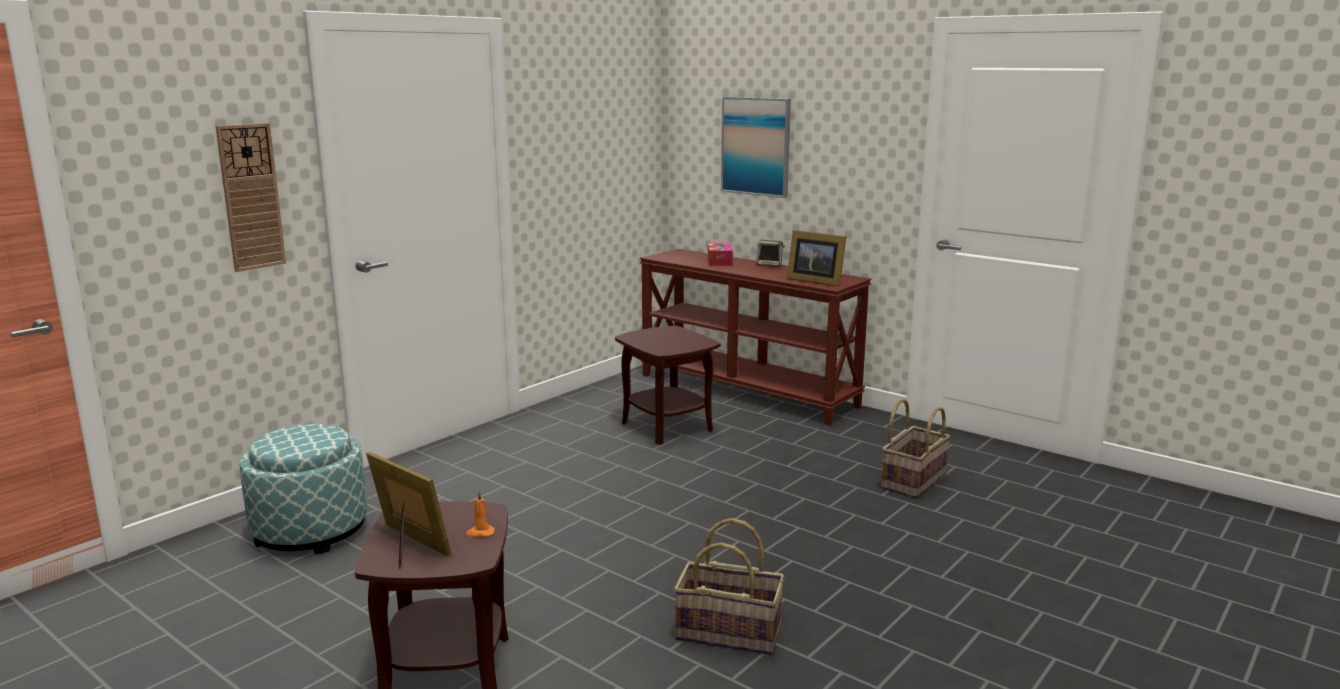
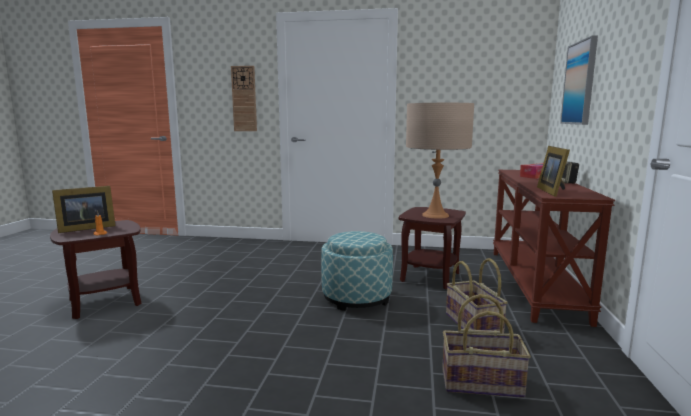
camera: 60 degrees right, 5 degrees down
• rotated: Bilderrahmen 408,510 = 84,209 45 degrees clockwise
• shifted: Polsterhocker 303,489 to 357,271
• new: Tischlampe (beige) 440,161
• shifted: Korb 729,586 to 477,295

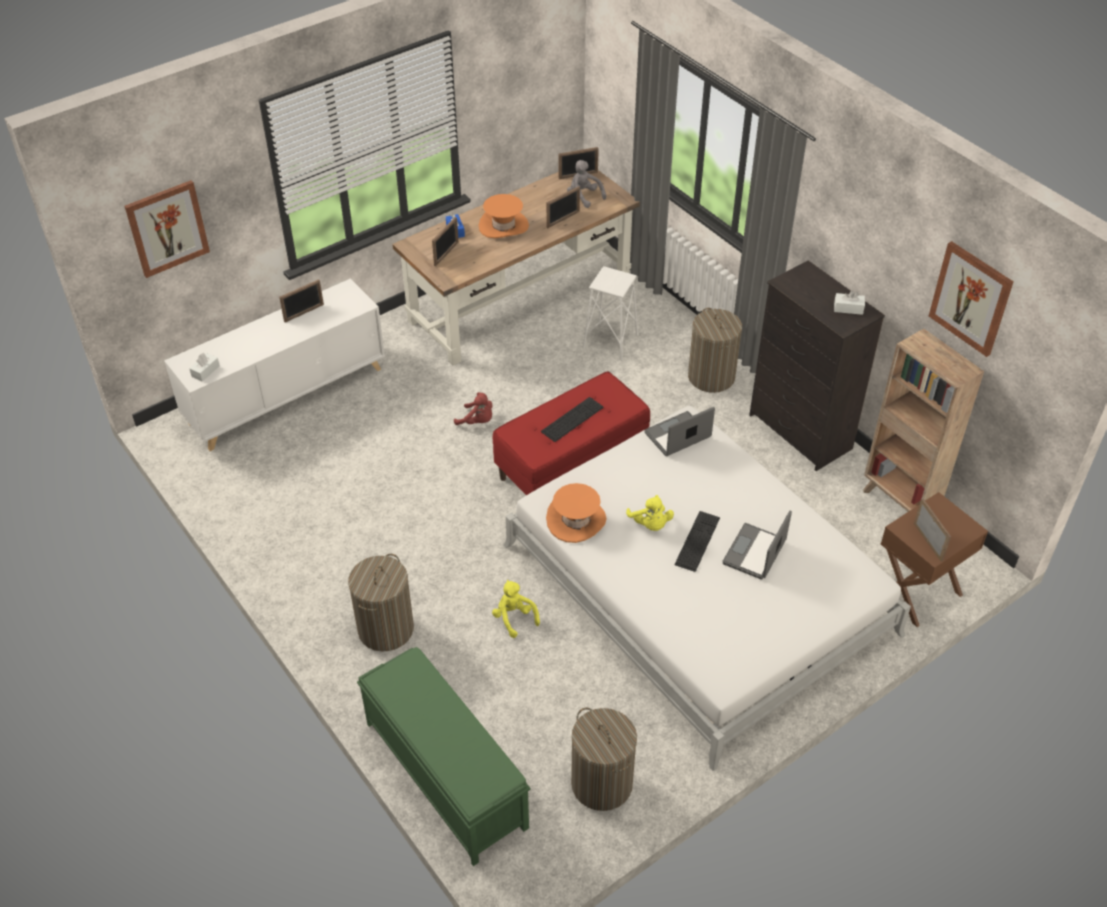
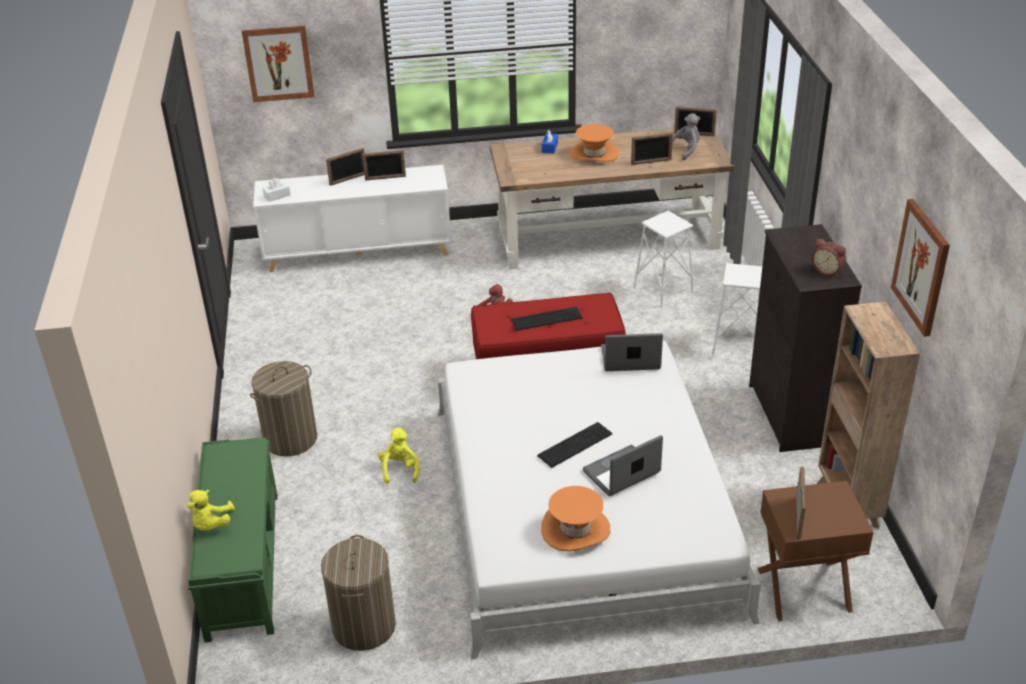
camera: 30 degrees right, 10 degrees down
• shifted: Plüschtier (gelb) 650,513 to 211,510
• shifted: Bilderrahmen 445,241 to 345,167
• shifted: Hut (orange) 576,513 to 575,519
• rotated: Plüschtier (grau) 586,184 = 686,136 60 degrees clockwise
• swapped: Wäschekorb 715,350 to Hocker (weiß) 737,309
• swapped: Taschentuchbox (weiß) 849,302 to Wecker 829,257

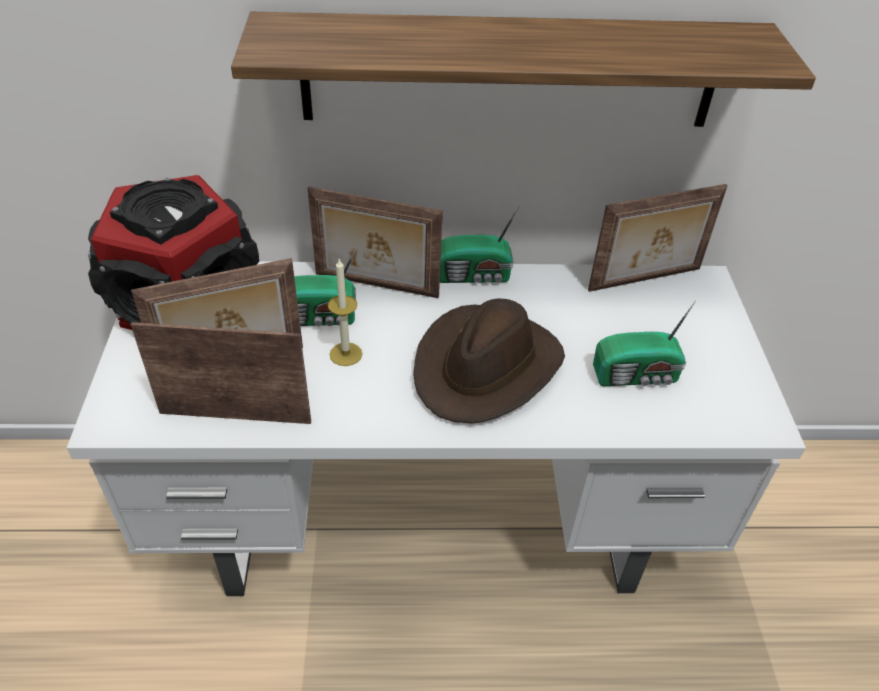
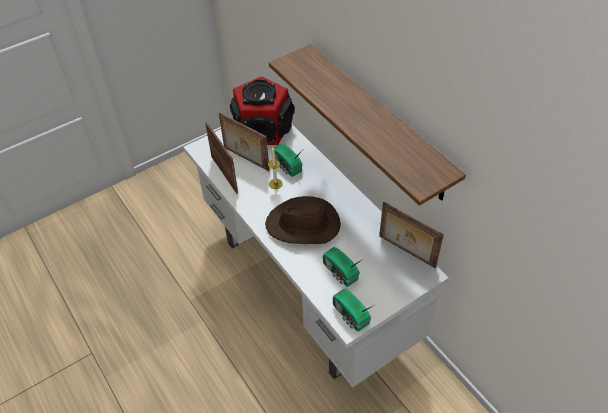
camera: 60 degrees right, 5 degrees up
• shifted: Radio 479,244 to 353,310
• gone: Bilderrahmen 375,242

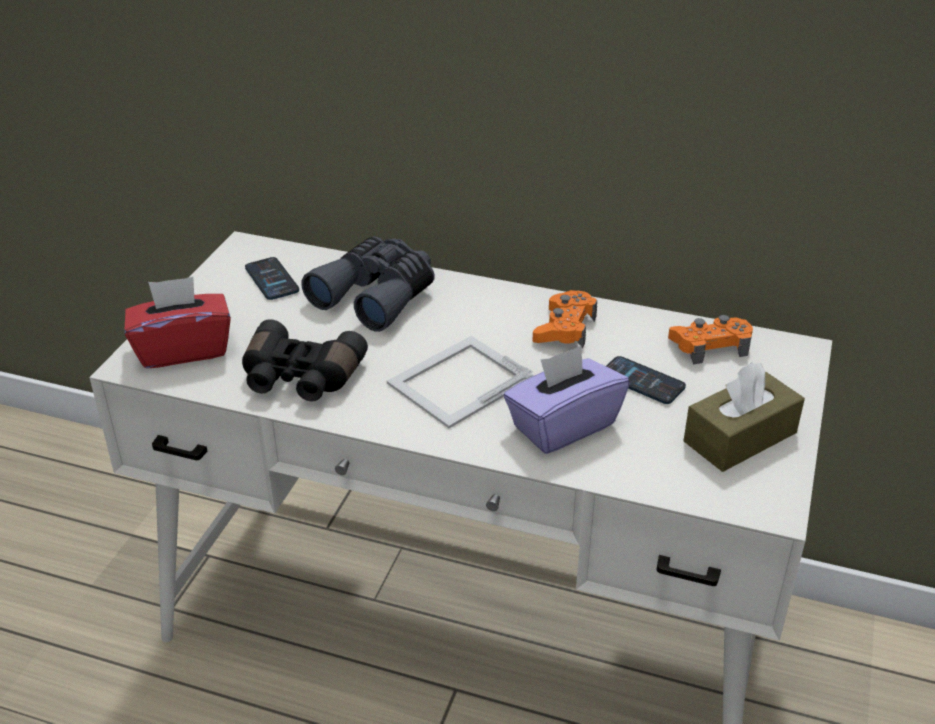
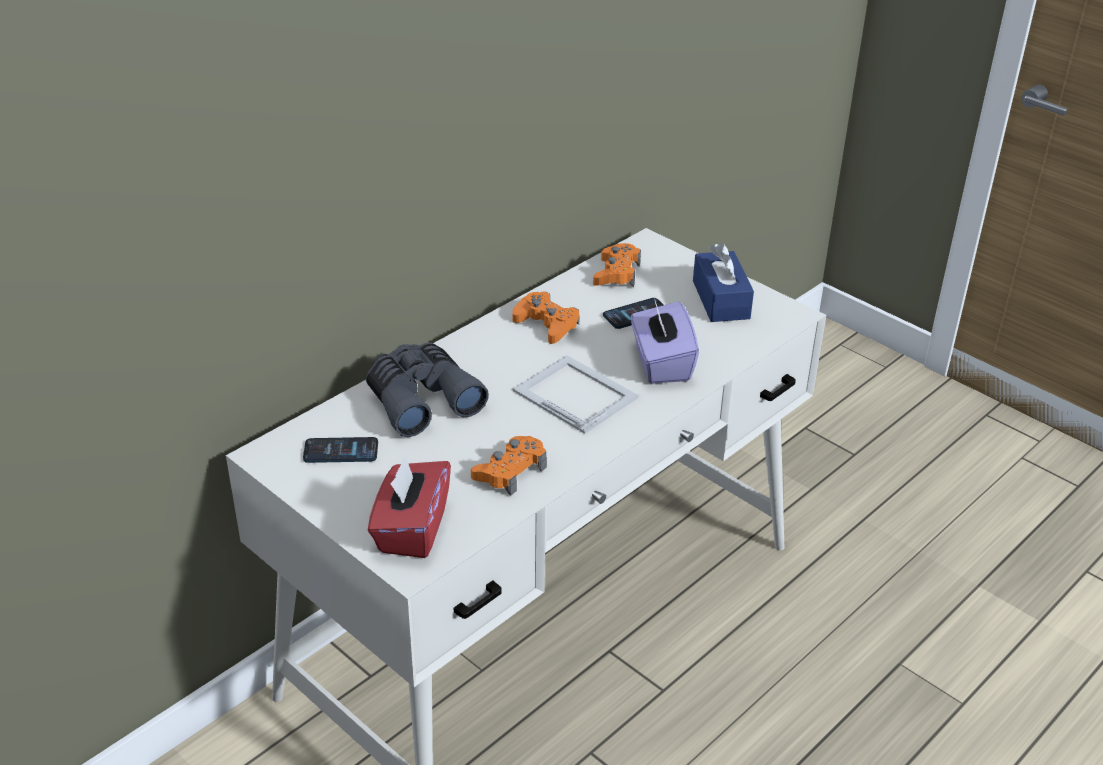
camera: 65 degrees left, 0 degrees up
• swapped: Fernglas (schwarz) 305,360 to Gamepad (orange) 509,466
• rotated: Bilderrahmen 460,382 = 576,394 150 degrees clockwise
• repainted: Taschentuchbox (braun) 744,417 to Taschentuchbox (blau) 723,282

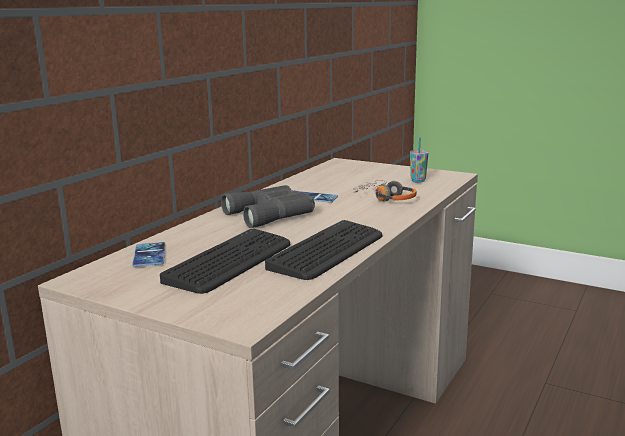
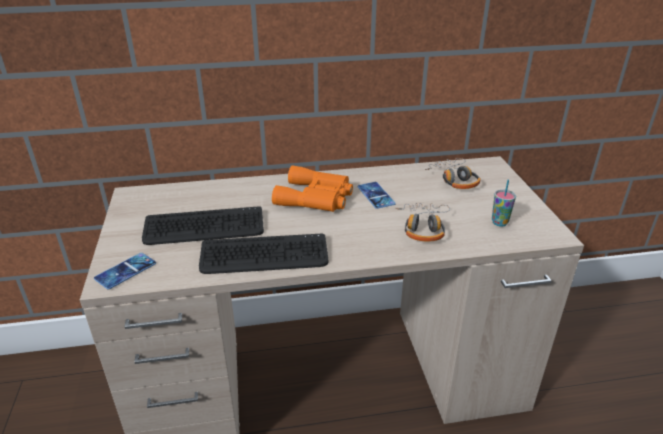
camera: 50 degrees right, 15 degrees up
• shifted: Handy 148,254 to 125,271
• repainted: Fernglas (grau) 268,206 to Fernglas (orange) 312,188
• new: Kopfhörer 452,173

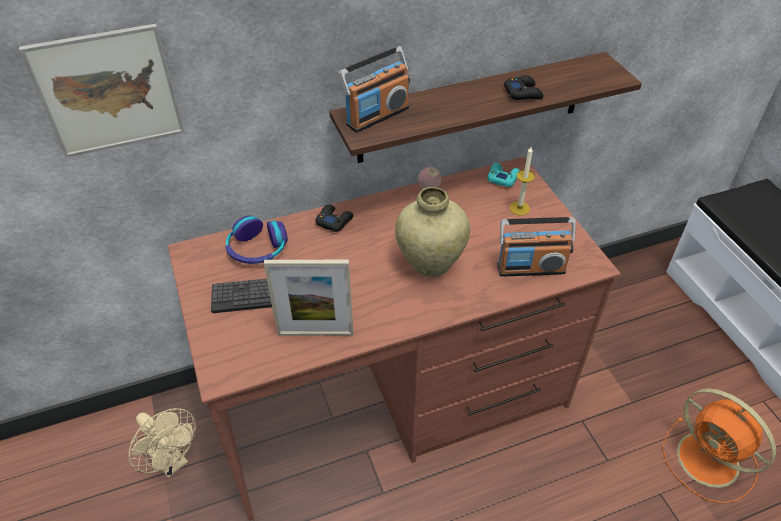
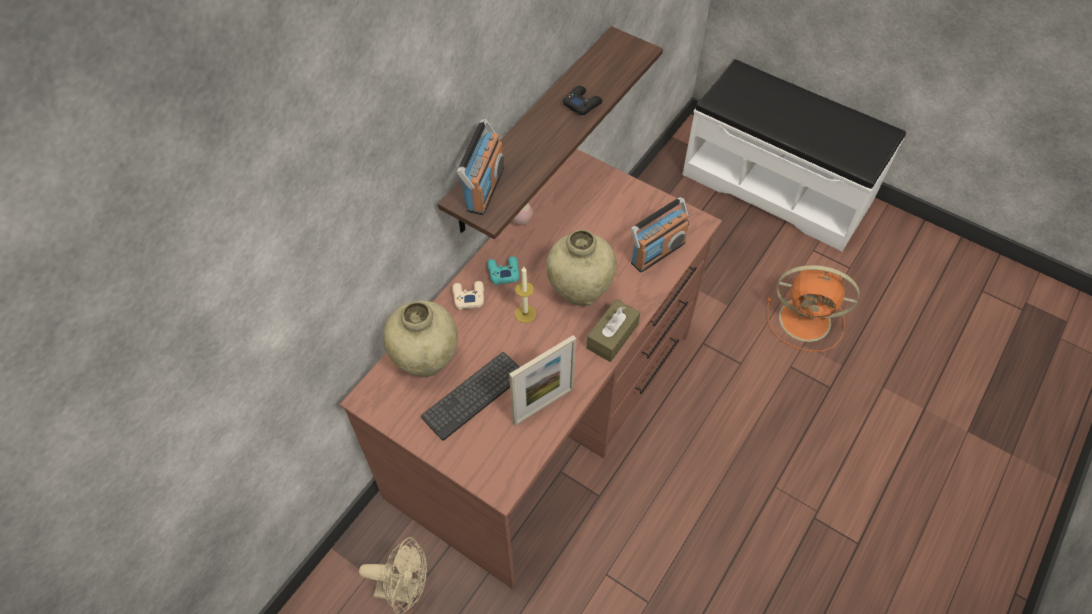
camera: 35 degrees left, 10 degrees up
• swapped: Kopfhörer 256,240 to Vase (beige) 420,338
• repainted: Gamepad (schwarz) 334,218 to Gamepad (beige) 468,295
• shifted: Gamepad (türkis) 503,175 to 503,270
• shifted: Kerze 522,181 to 525,295
• new: Taschentuchbox (braun) 613,330
• gone: Bild 102,90

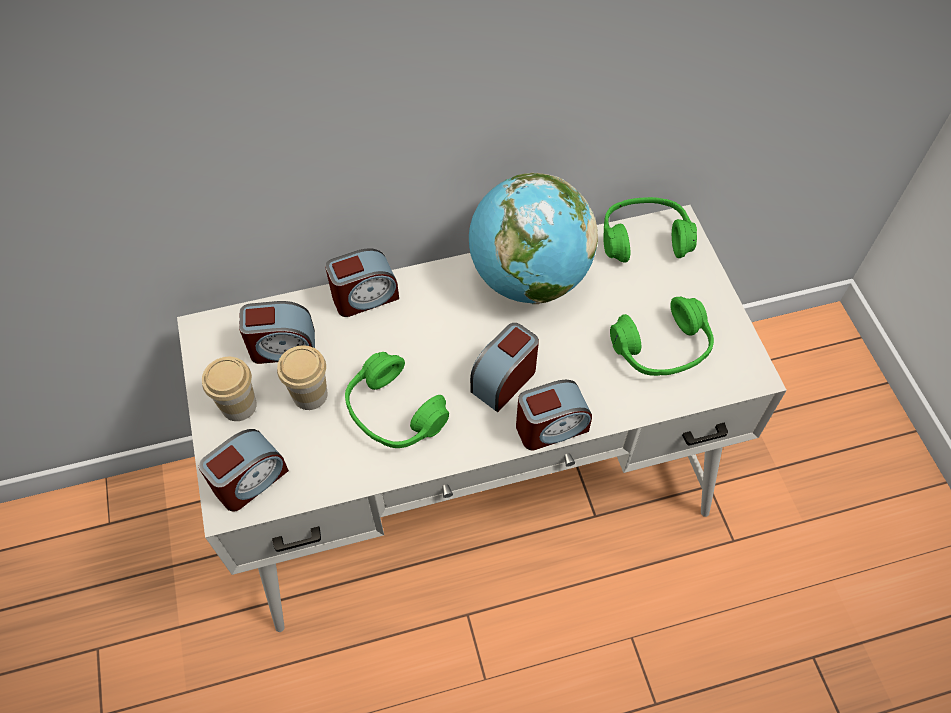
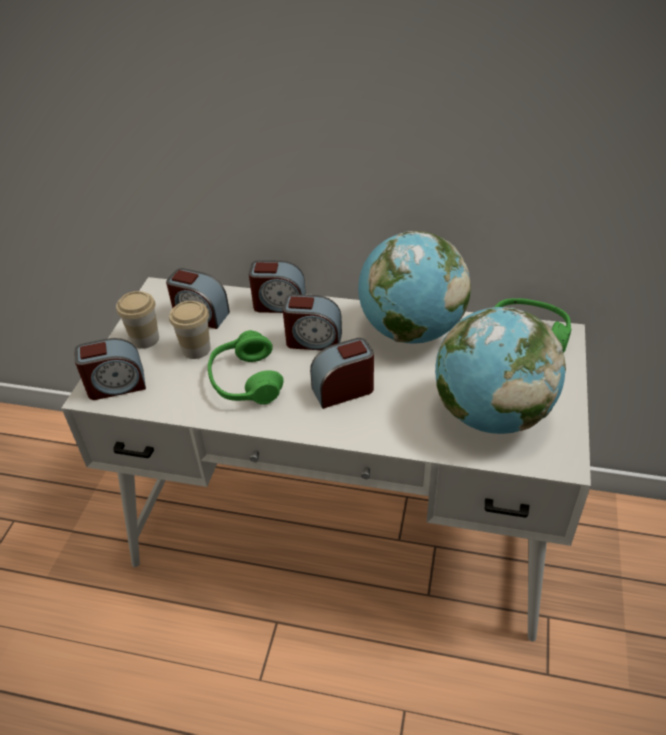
camera: 30 degrees right, 15 degrees down
• shifted: Wecker 554,415 to 312,322
• swapped: Kopfhörer (grün) 662,336 to Globus 500,370

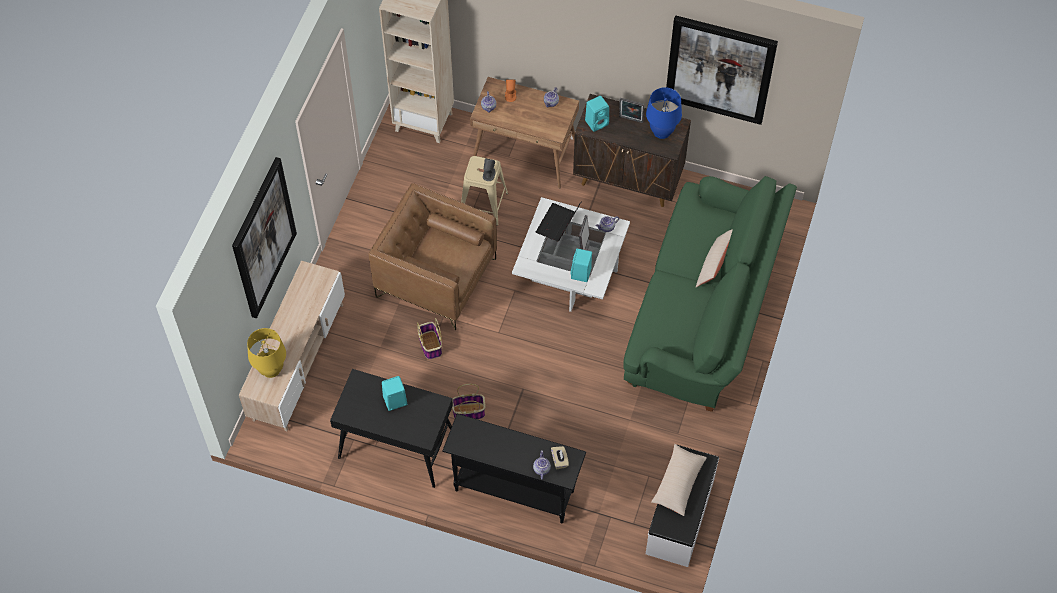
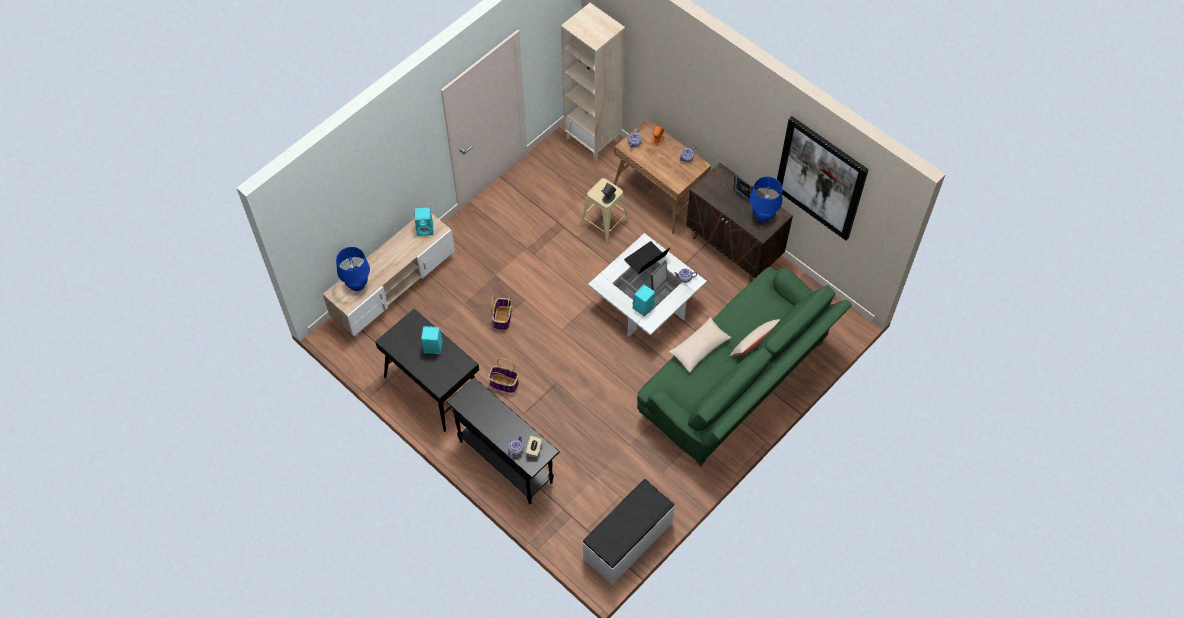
camera: 25 degrees right, 0 degrees up
• repainted: Tischlampe (gelb) 266,353 to Tischlampe (blau) 353,269
• shifted: Lautsprecher (türkis) 597,114 to 424,221
• shifted: Kissen (beige) 679,480 to 700,345
• gone: Bild 264,237
• gone: Sessel (braun) 433,256

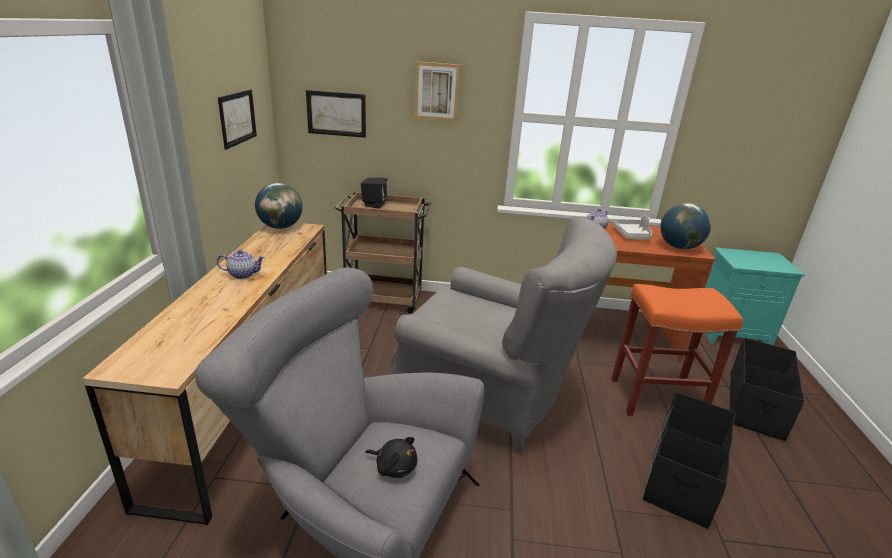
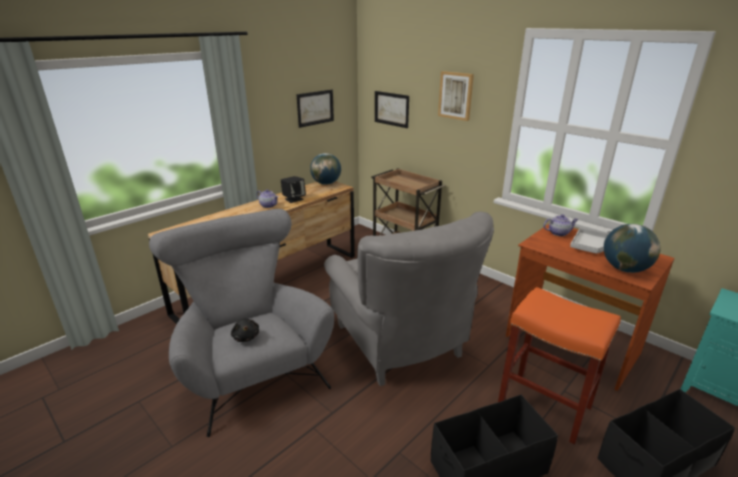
camera: 40 degrees right, 0 degrees up
• shifted: Lautsprecher (schwarz) 375,193 to 293,189

